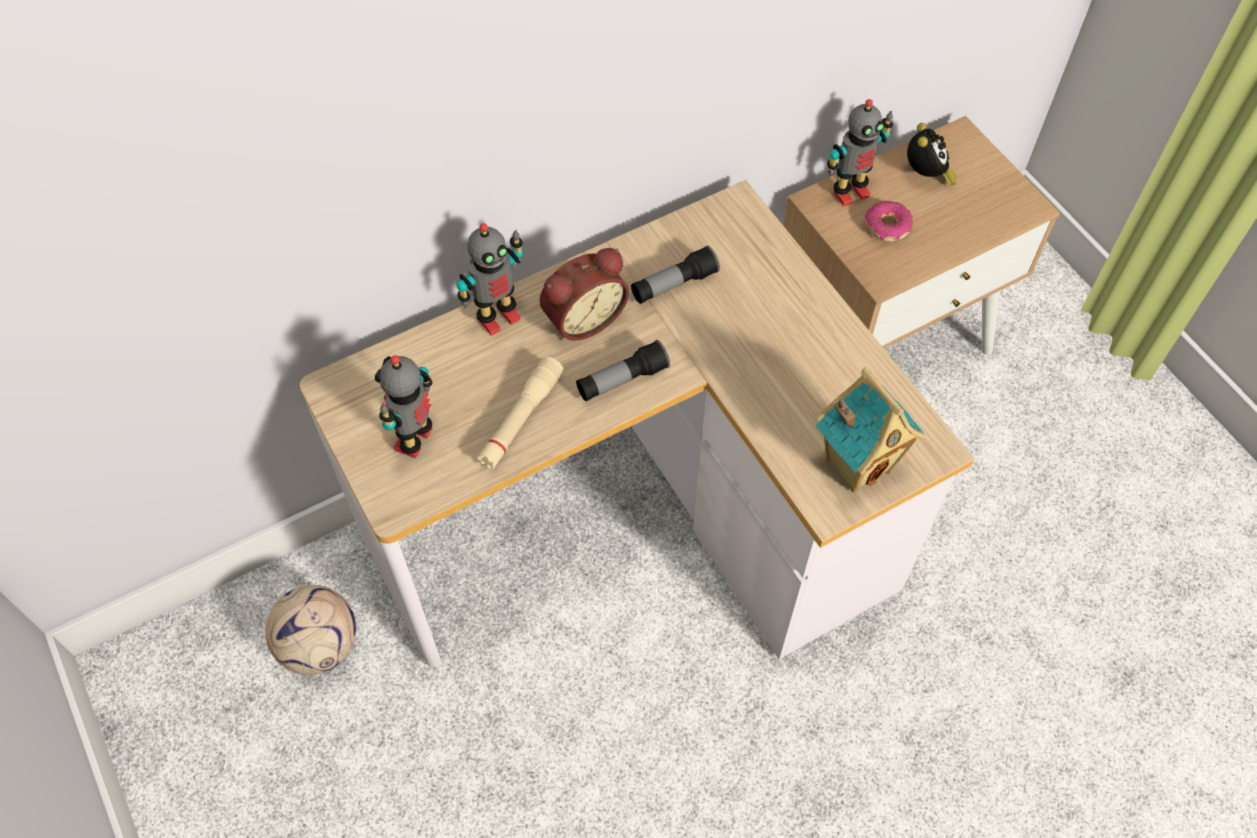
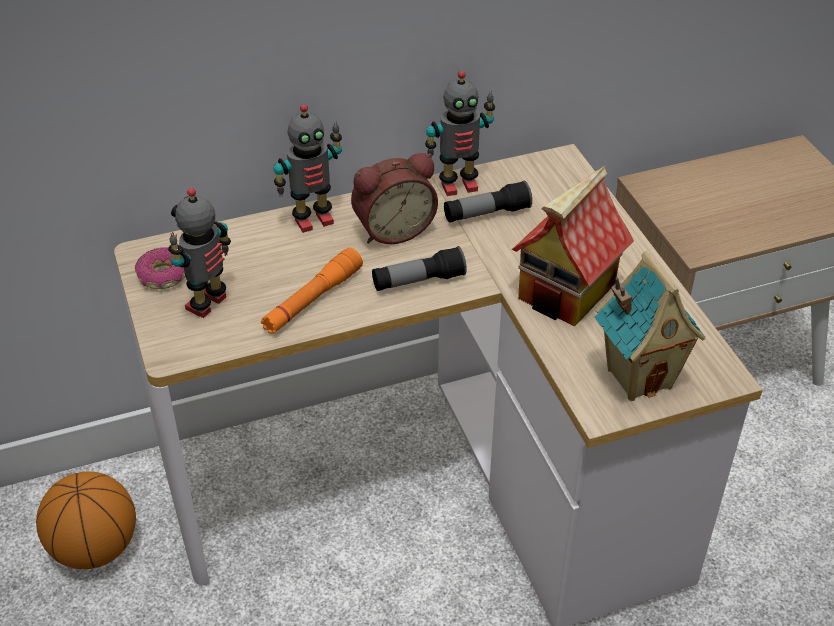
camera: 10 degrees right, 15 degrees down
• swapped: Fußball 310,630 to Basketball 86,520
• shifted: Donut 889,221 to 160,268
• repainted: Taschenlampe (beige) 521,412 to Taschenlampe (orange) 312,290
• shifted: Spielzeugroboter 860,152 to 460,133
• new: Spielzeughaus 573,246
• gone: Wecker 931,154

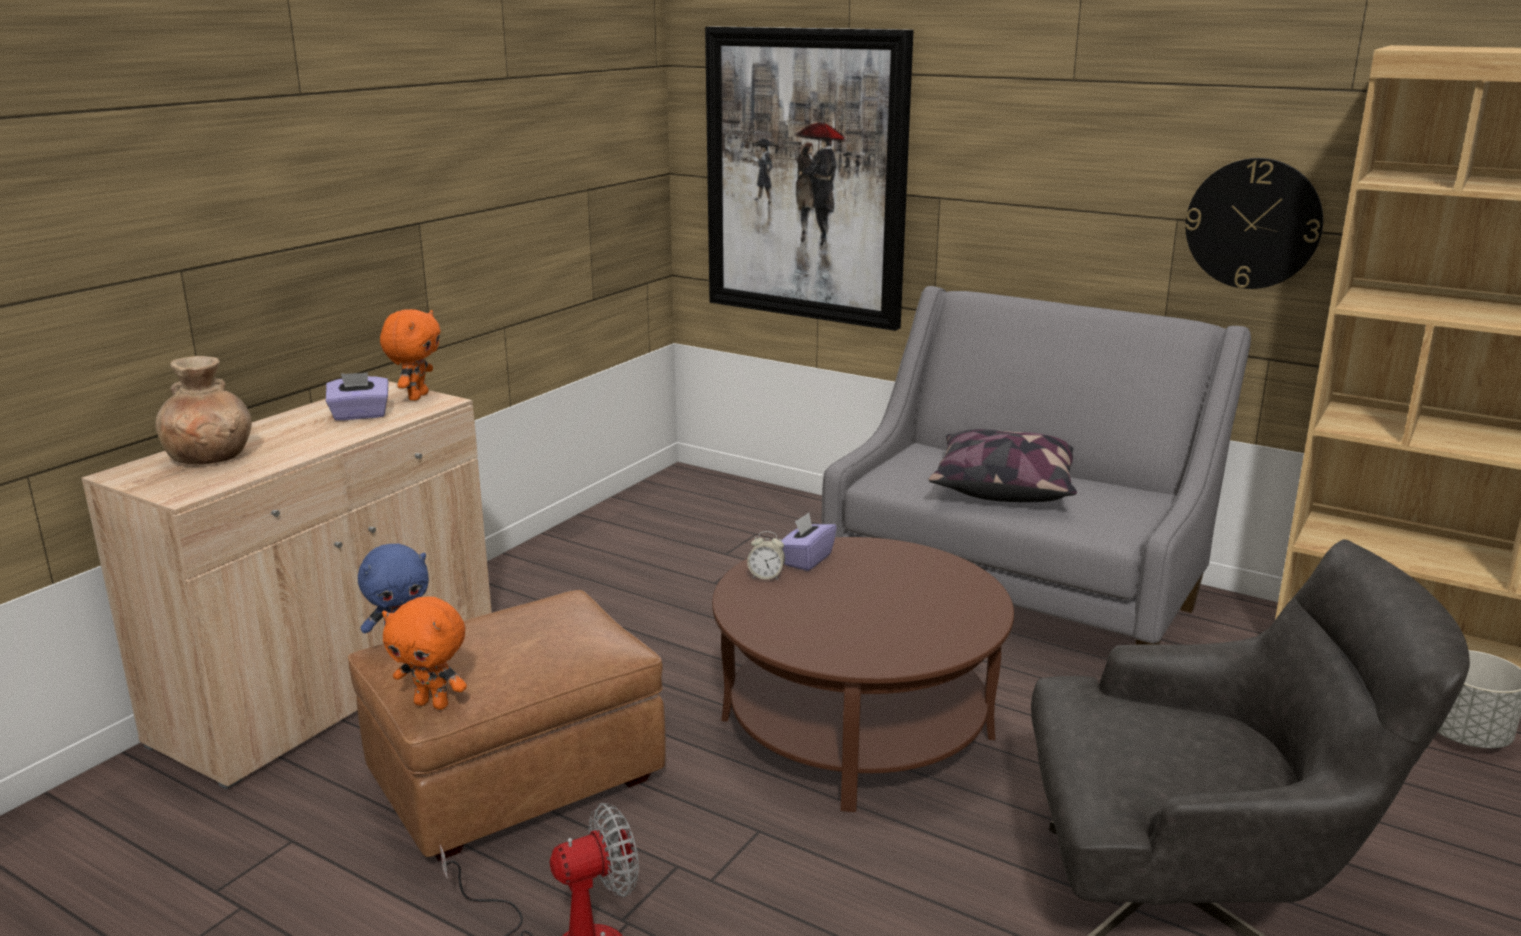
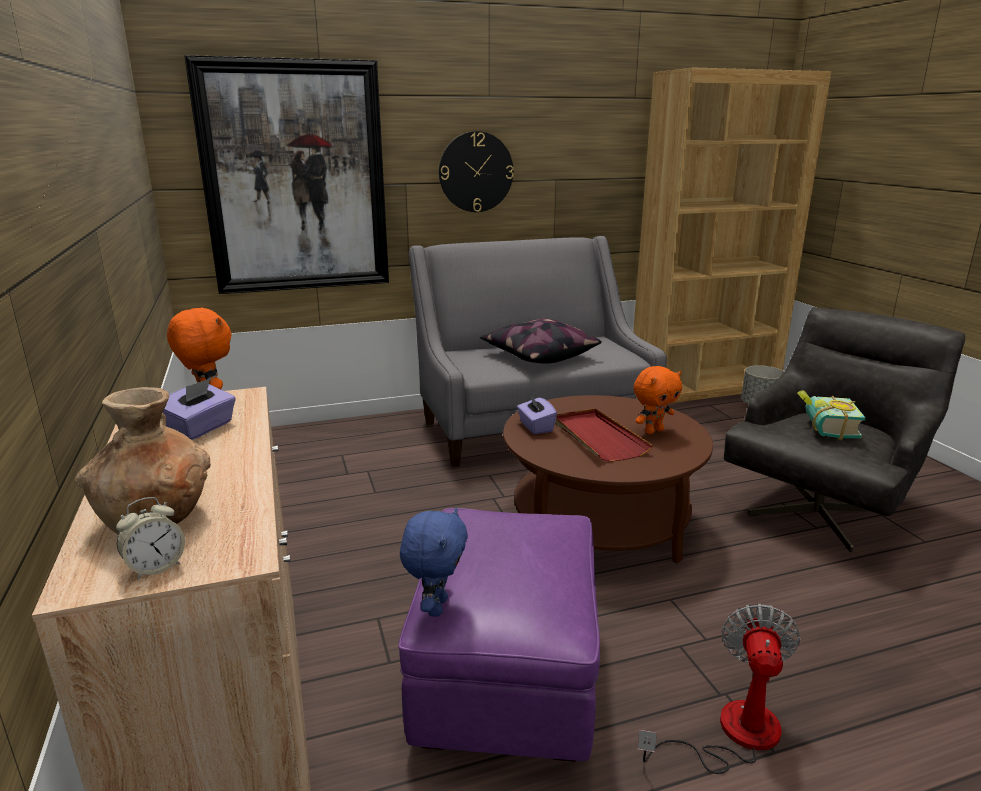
camera: 50 degrees left, 0 degrees up
• shifted: Wecker 766,555 to 150,538
• repainted: Polsterhocker (braun) 507,725 to Polsterhocker (lila) 499,635
• shifted: Wanduhr 1254,223 to 476,171
• new: Tablett (rot) 604,435
• shifted: Plüschtier (orange) 424,653 to 657,400
• new: Buch 831,415

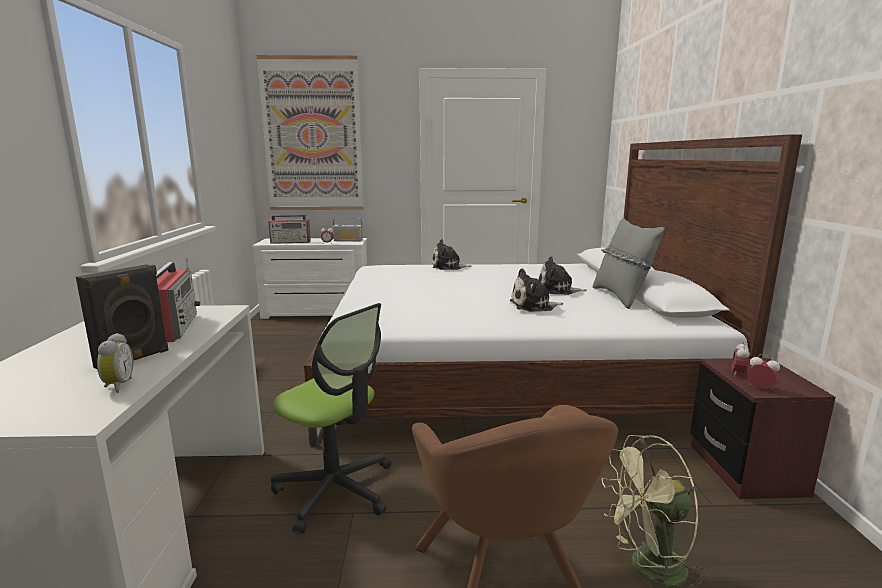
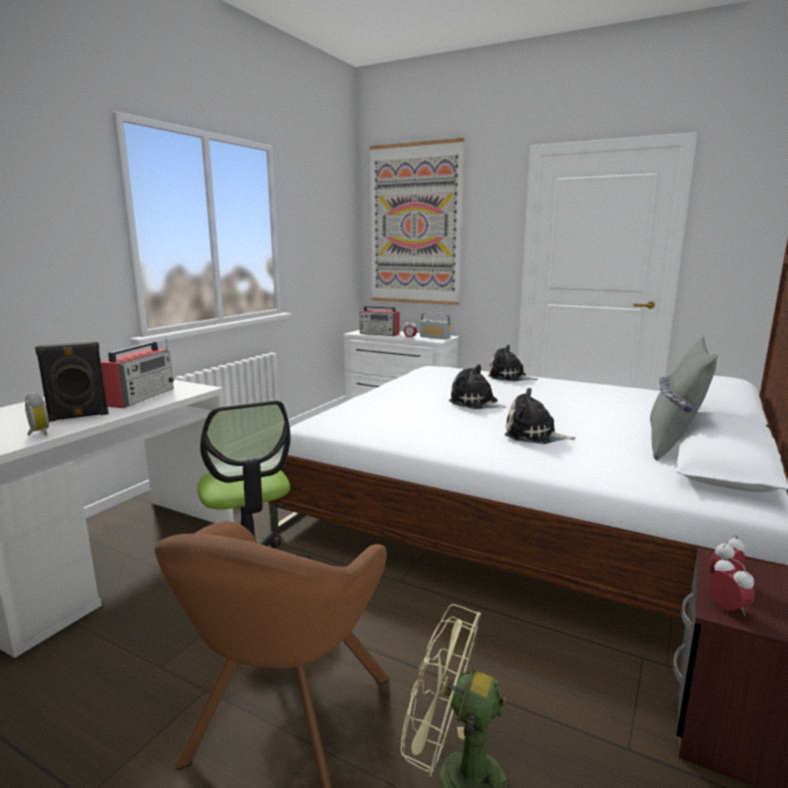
camera: 30 degrees right, 0 degrees up
• rotated: Wecker 115,363 = 37,414 60 degrees counterclockwise
• shifted: Plüschtier 563,275 to 477,386

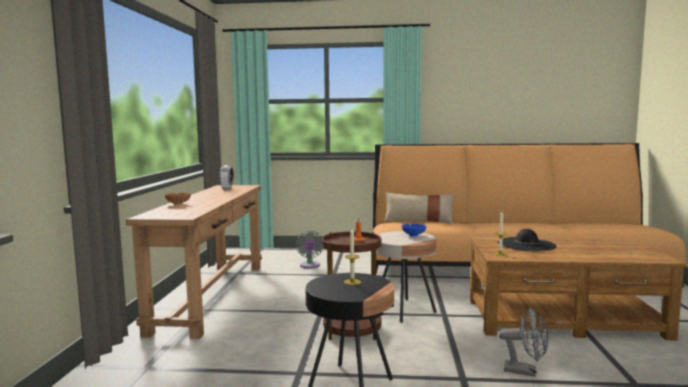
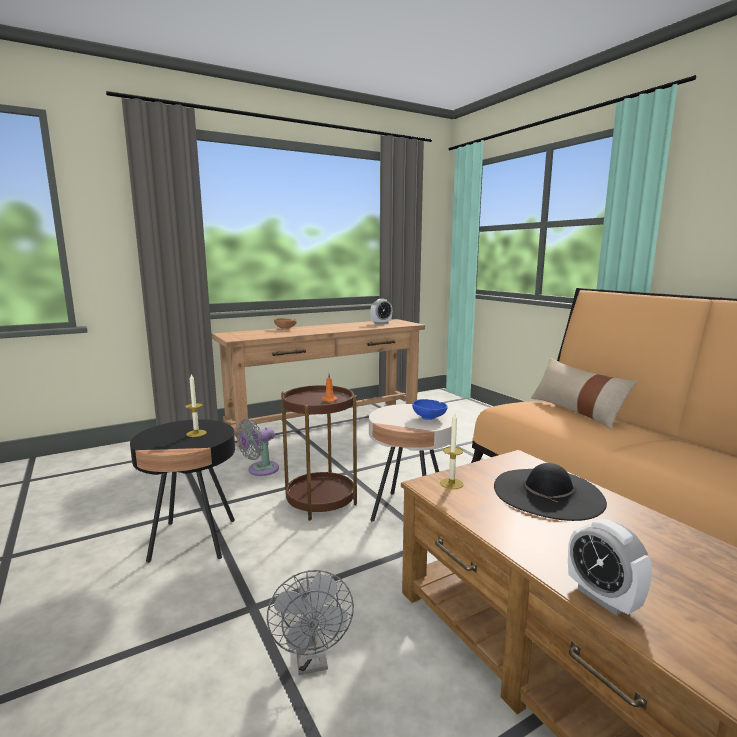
camera: 55 degrees right, 5 degrees up
• shifted: Ventilator (grau) 309,250 to 257,447
• new: Wecker 610,567

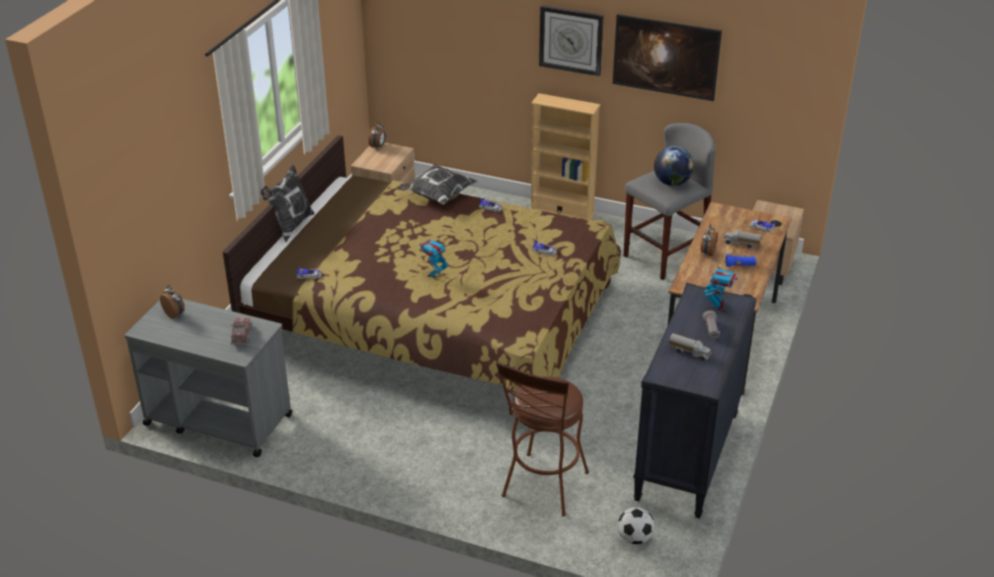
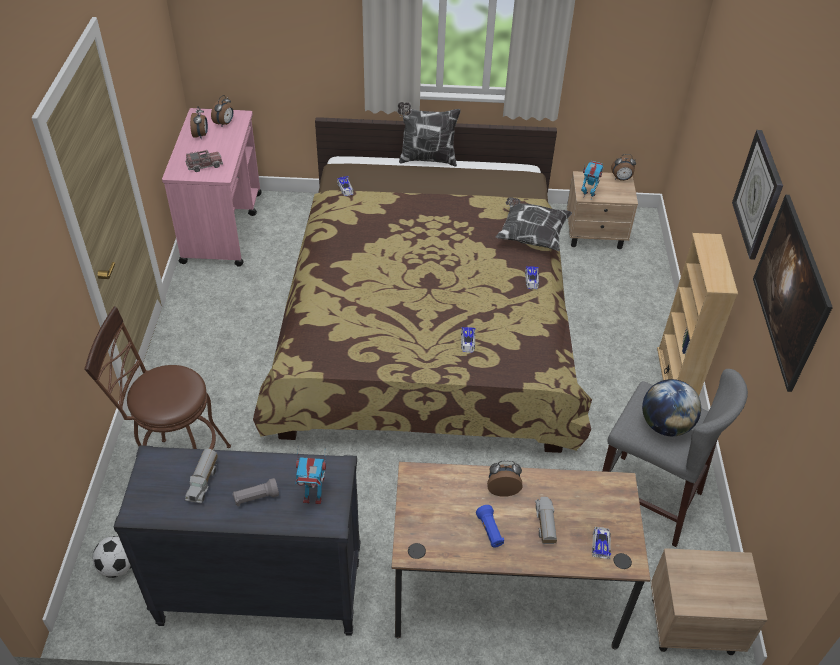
camera: 70 degrees right, 10 degrees up
• repainted: Rollwagen (grau) 208,378 to Rollwagen (rosa) 212,187
• new: Wecker 199,122
• shifted: Spielzeugroboter 435,259 to 592,180

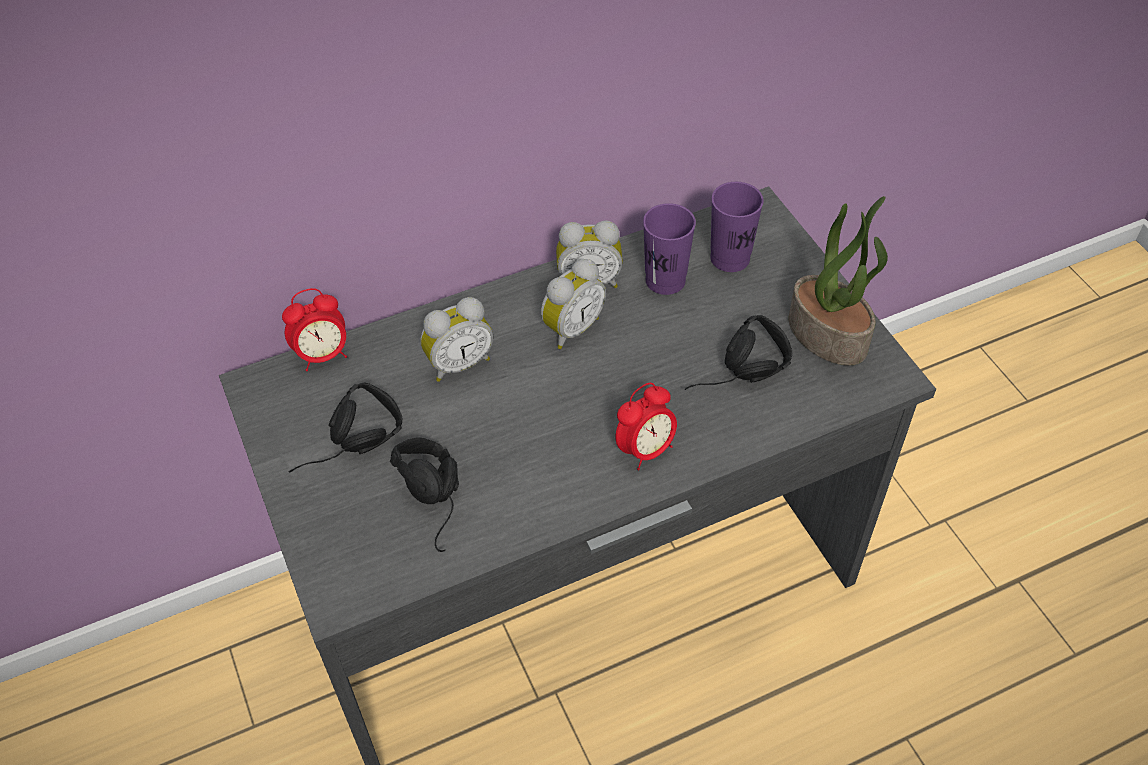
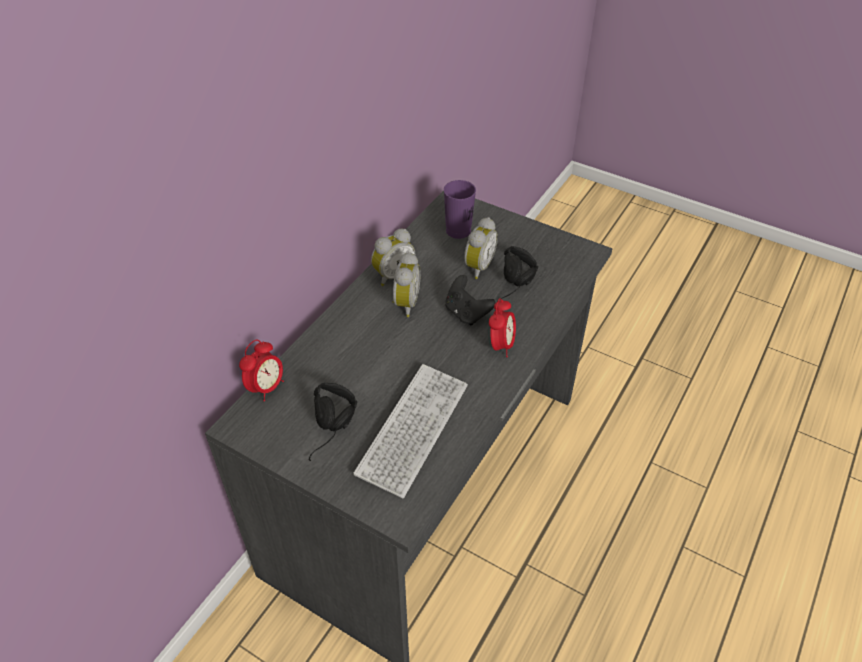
camera: 35 degrees left, 5 degrees down
• swapped: Kopfhörer (schwarz) 424,495 to Tastatur 410,431
• new: Gamepad (schwarz) 470,300
• shifted: Wecker 456,339 to 481,248
• gone: Tasse (lila) 669,249
• gone: Topfpflanze 838,281

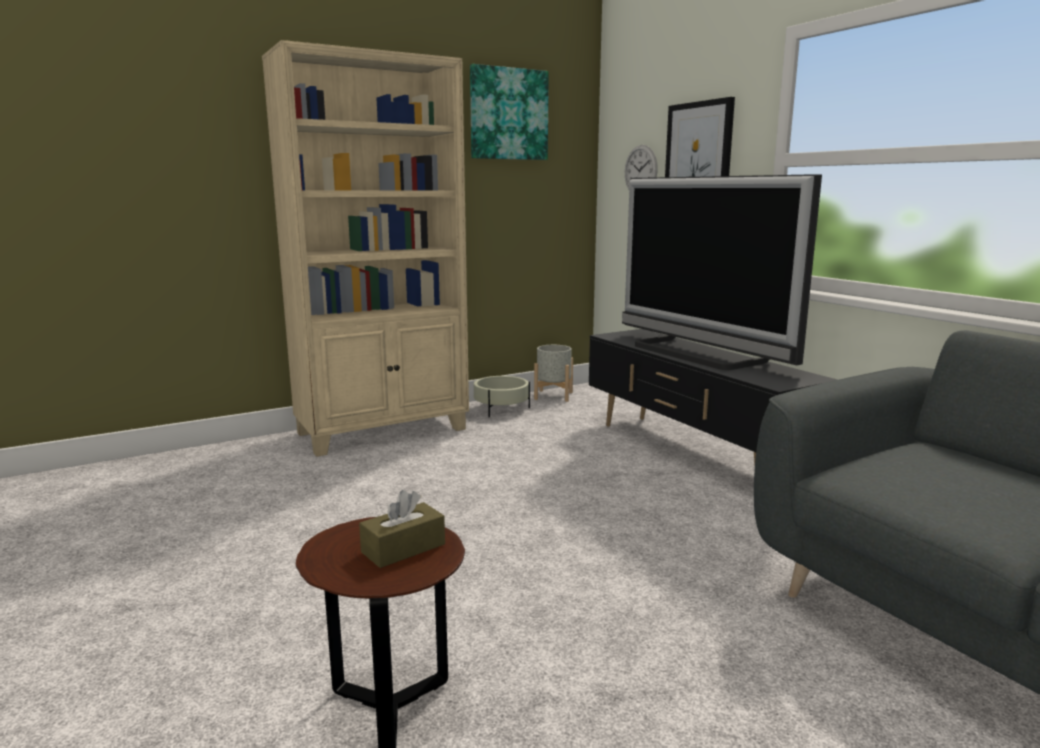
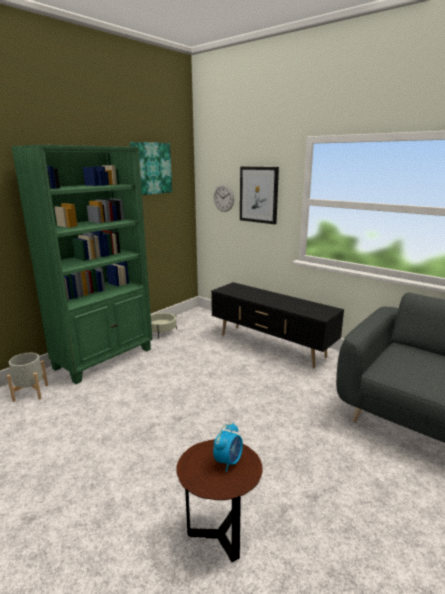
camera: 20 degrees left, 5 degrees up
• shifted: Pflanzkübel (grau) 553,373 to 27,377
• repainted: Bücherregal (beige) 365,248 to Bücherregal (grün) 81,264
• swapped: Taschentuchbox (braun) 402,529 to Wecker 228,447
• gone: Fernseher 722,272

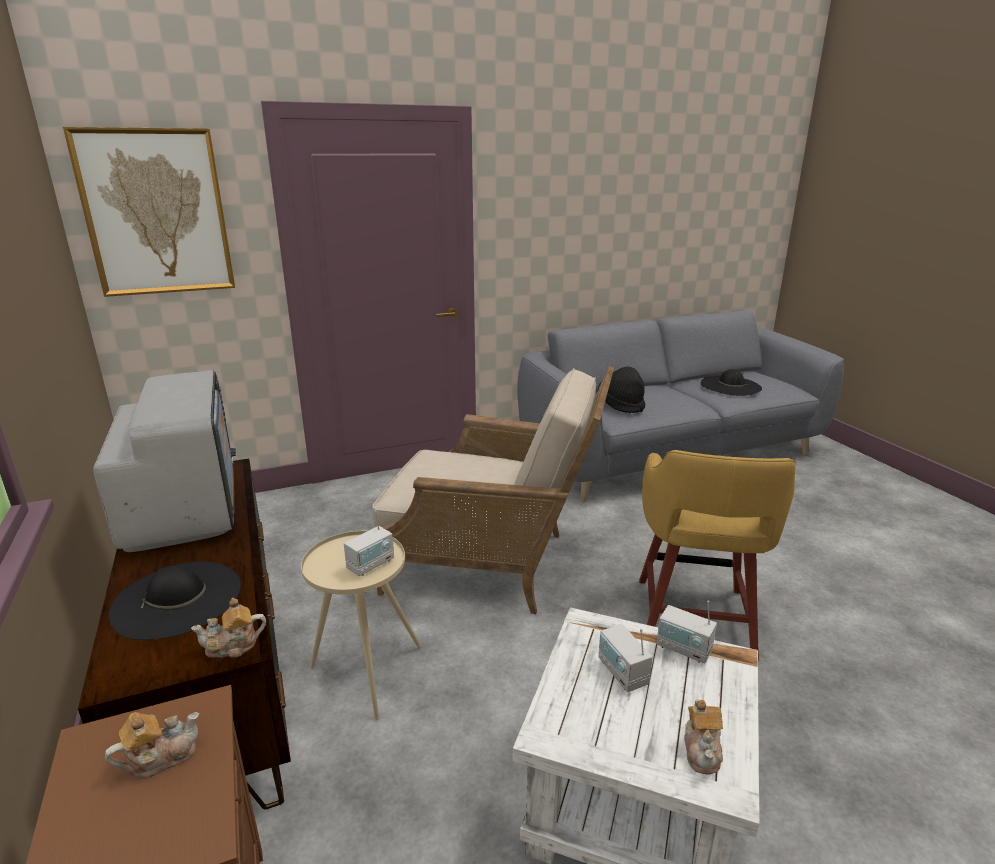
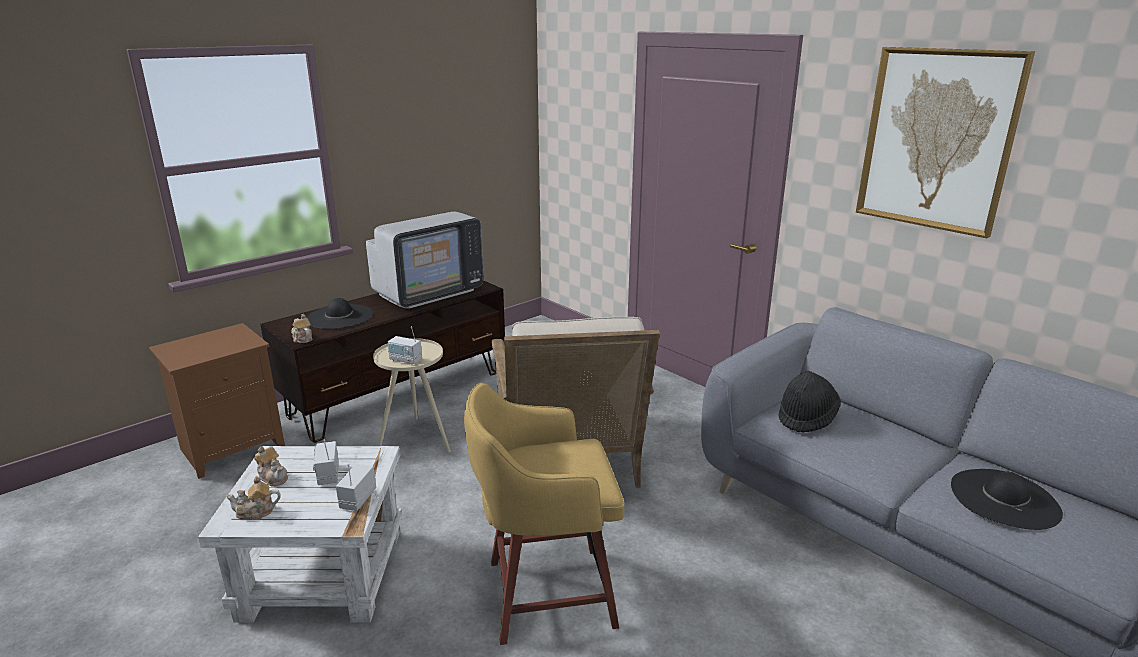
camera: 70 degrees right, 0 degrees up
• shifted: Teekanne 152,745 to 271,466
• rotated: Radio 626,658 = 326,462 60 degrees counterclockwise
• shifted: Bild 149,212 to 945,142

